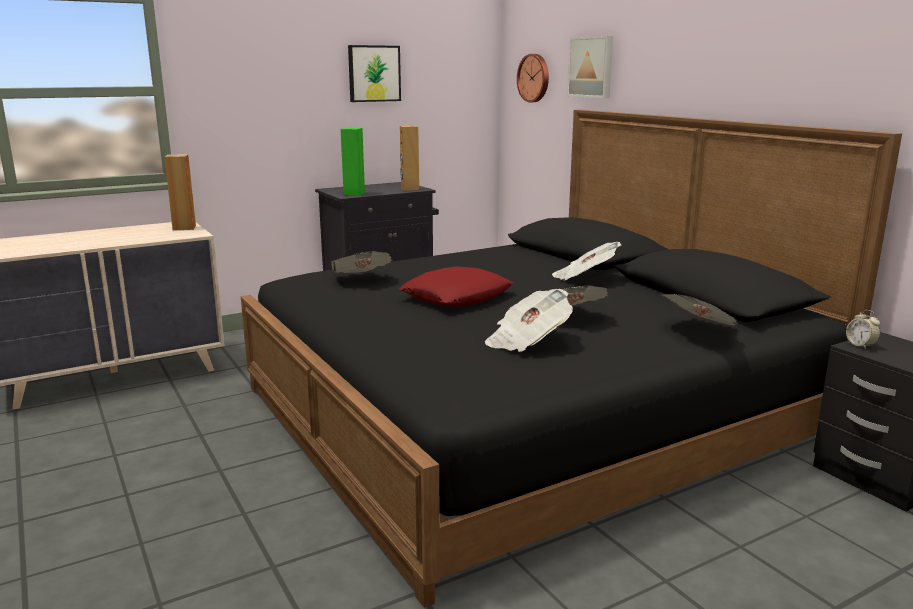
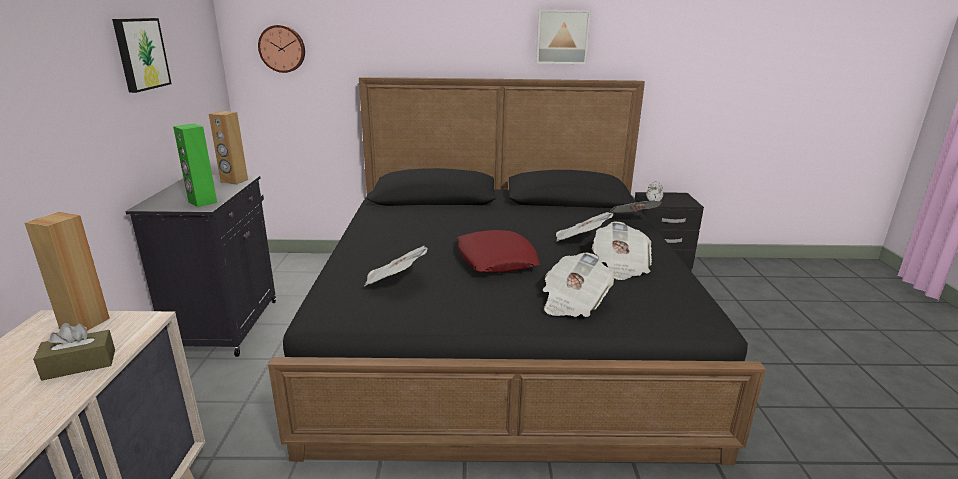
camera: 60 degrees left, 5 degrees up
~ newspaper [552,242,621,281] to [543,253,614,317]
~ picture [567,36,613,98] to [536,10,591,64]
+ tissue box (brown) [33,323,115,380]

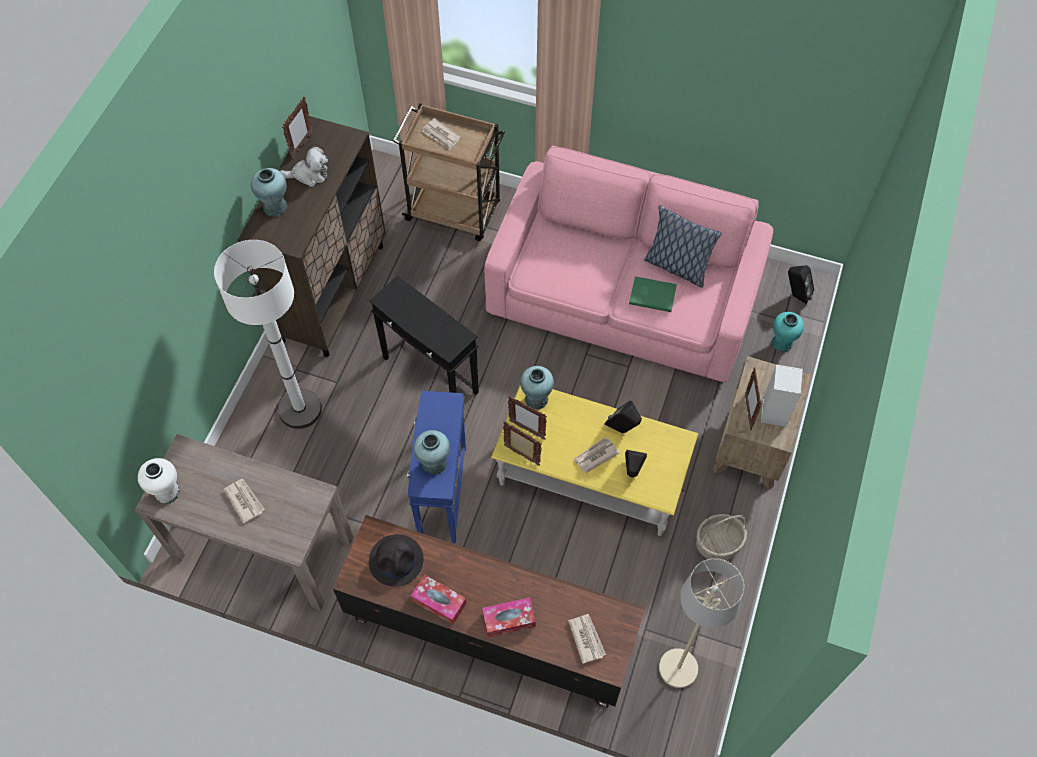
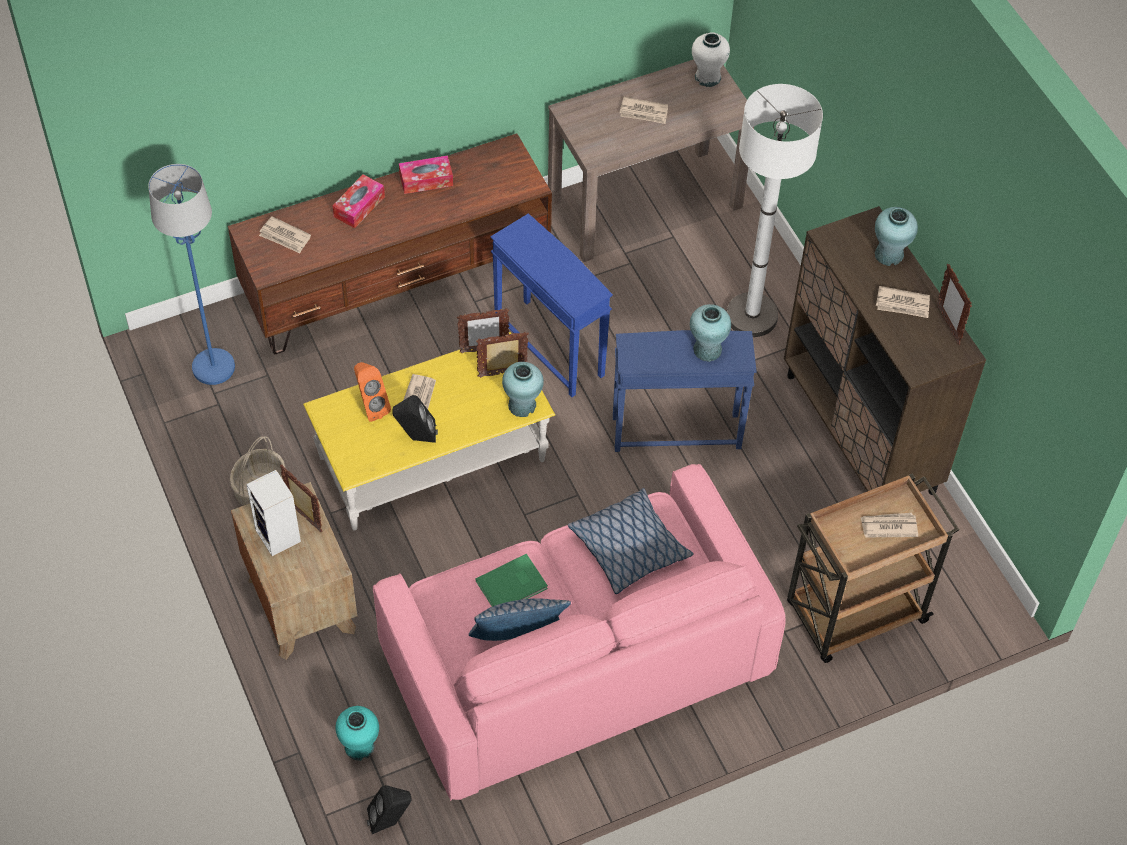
camera: 135 degrees right, 5 degrees down
~ plush toy [280,147,328,187] to newspaper [876,286,930,318]
~ side table (black) [369,276,479,395] to side table (blue) [613,330,757,452]
- hat (black) [369,534,424,587]
~ vase (turquoise) [413,430,450,474] to [690,304,731,362]
~ speaker (black) [625,450,647,477] to speaker (orange) [354,362,391,422]
~ floor lamp (beige) [659,558,744,688] to floor lamp (blue) [148,164,235,385]
+ pillow [568,488,694,594]

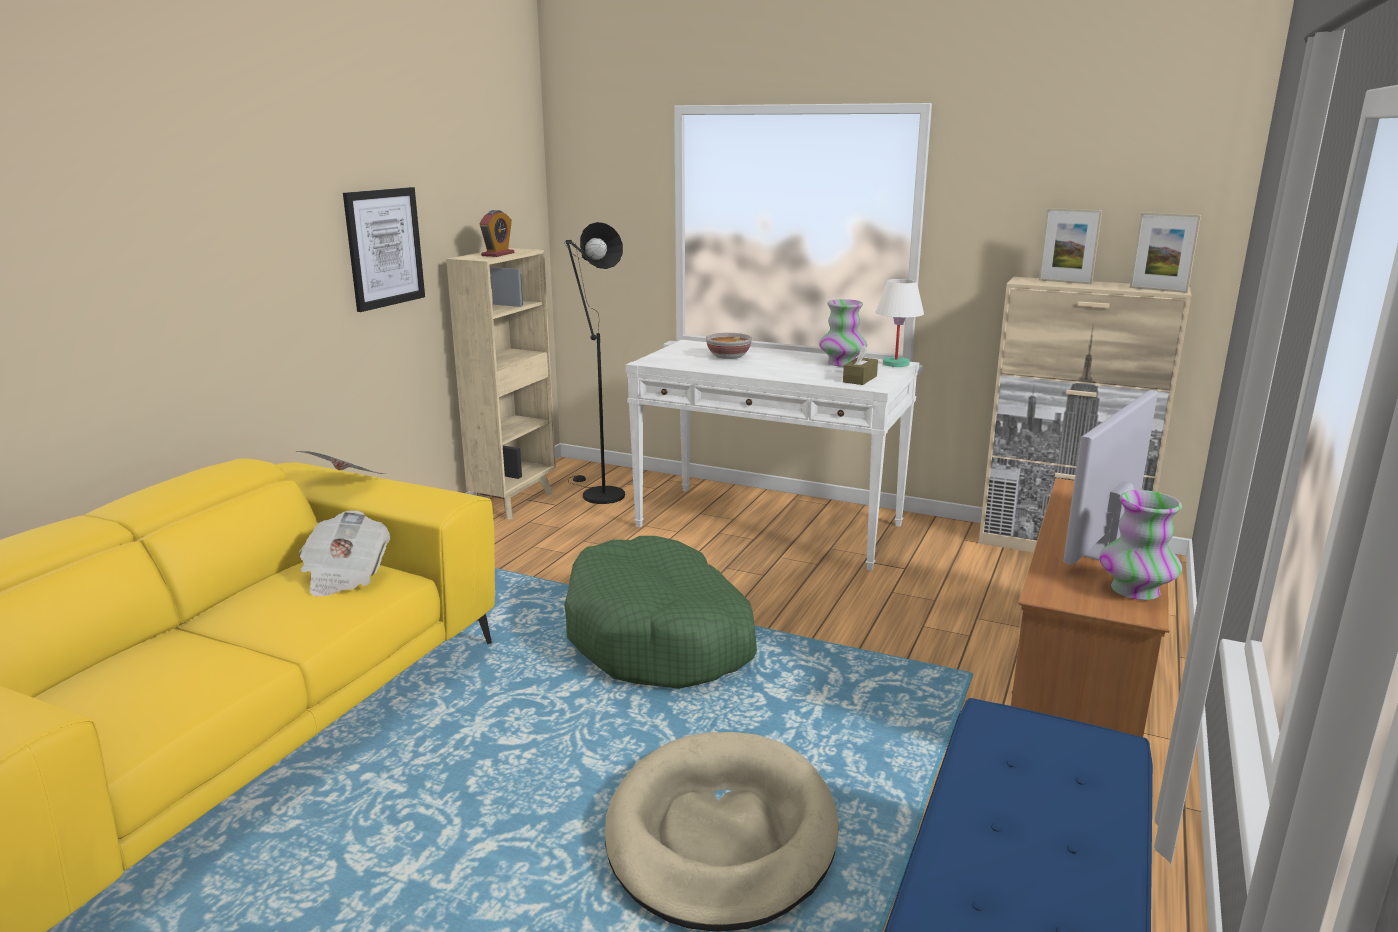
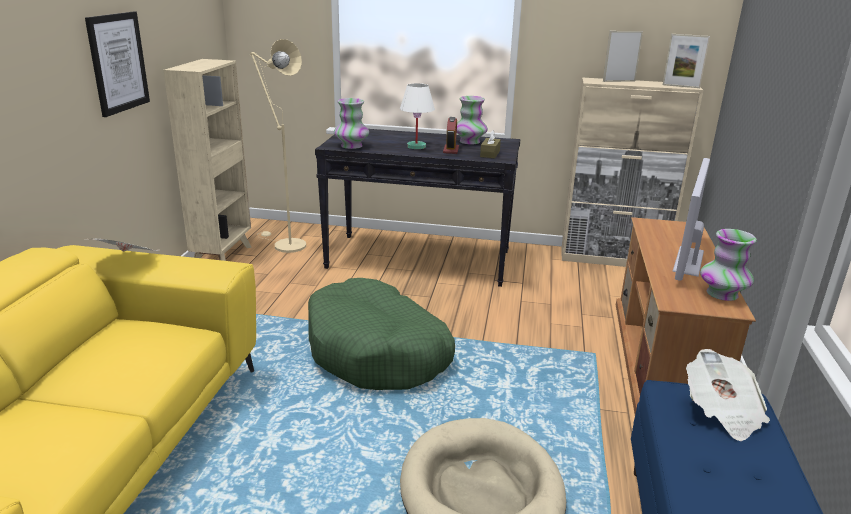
camera: 15 degrees left, 5 degrees up
~ newspaper [299,510,390,597] to [686,349,770,441]
~ alarm clock [480,210,514,257] to [443,117,459,154]
~ floor lamp (black) [564,222,625,504] to floor lamp (beige) [250,39,306,253]
~ console table (white) [626,340,919,571] to console table (black) [315,129,520,287]
- bowl [706,333,752,359]
~ table lamp (white) [876,279,924,367] to [400,83,435,149]
~ picture frame [1039,208,1102,284] = [603,31,643,82] 150 degrees clockwise
+ vase [334,98,369,149]

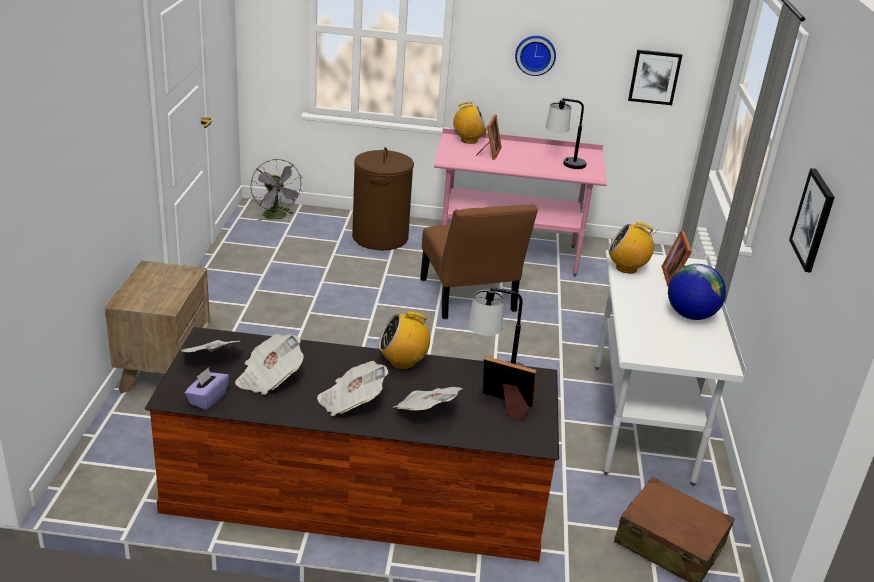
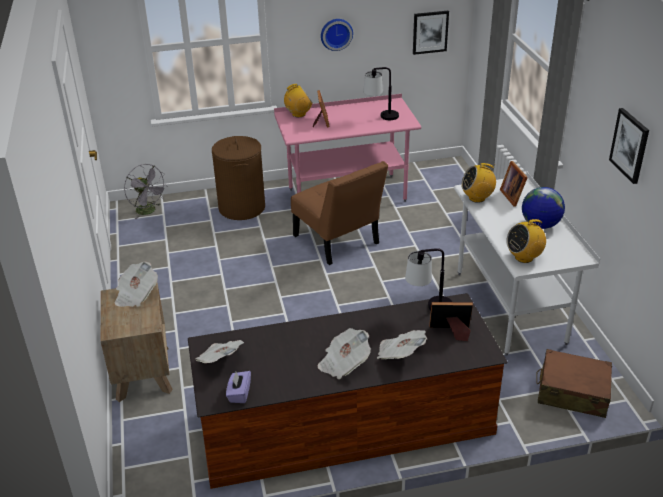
camera: 15 degrees left, 5 degrees up
~ newspaper [235,334,304,395] to [115,262,158,307]
~ radio [379,311,432,370] to [506,219,546,263]

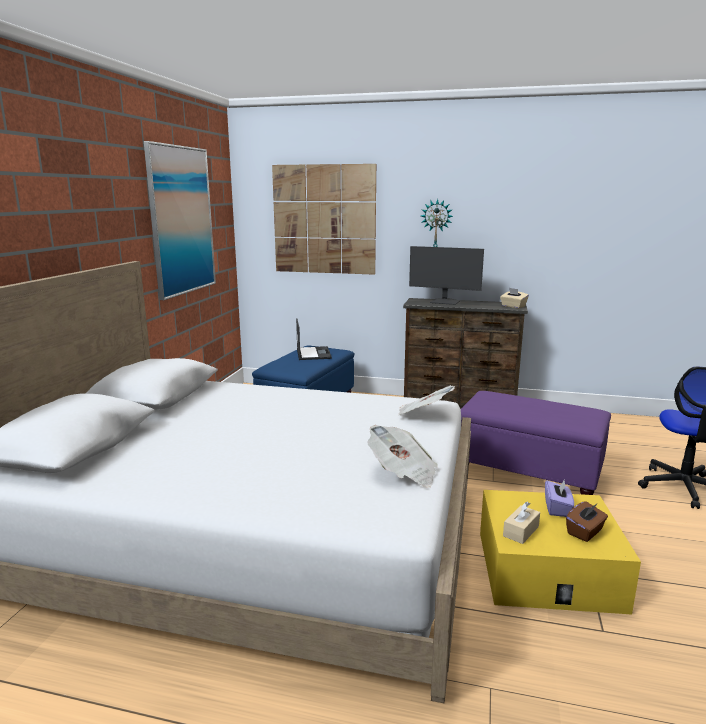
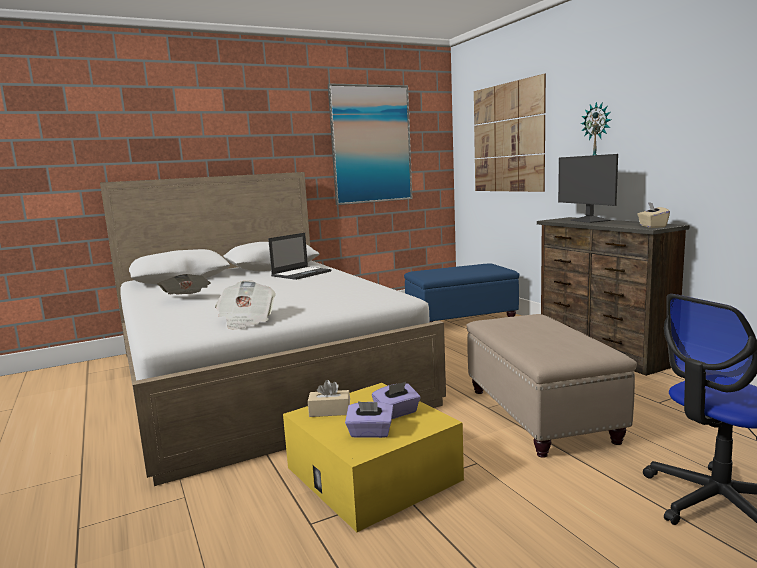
camera: 50 degrees right, 5 degrees down
~ laptop [296,318,332,360] to [268,233,331,280]
~ newspaper [399,385,455,415] to [157,274,211,295]
~ ottoman (purple) [461,391,611,495] to ottoman (beige) [466,314,637,458]
~ tissue box (brown) [566,501,608,542] to tissue box (purple) [345,401,393,438]

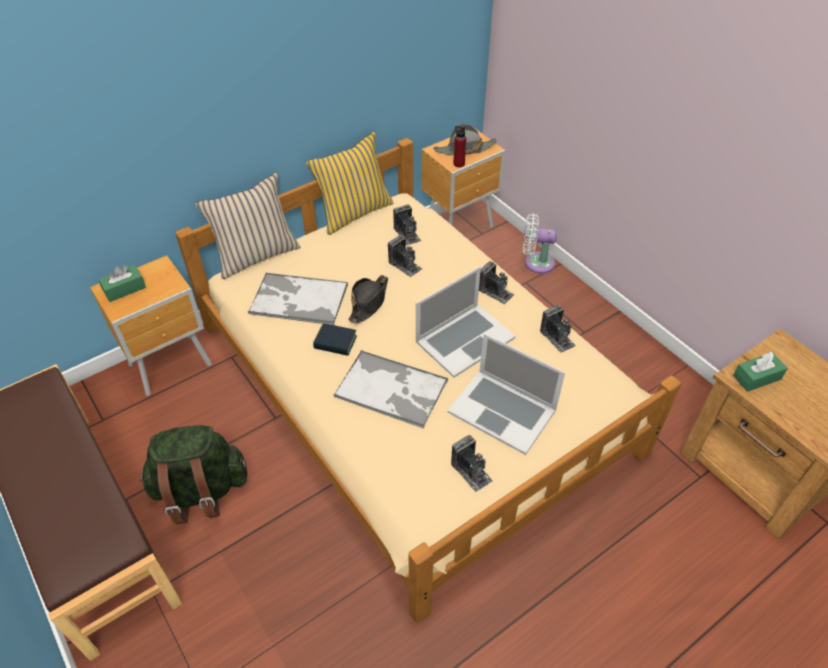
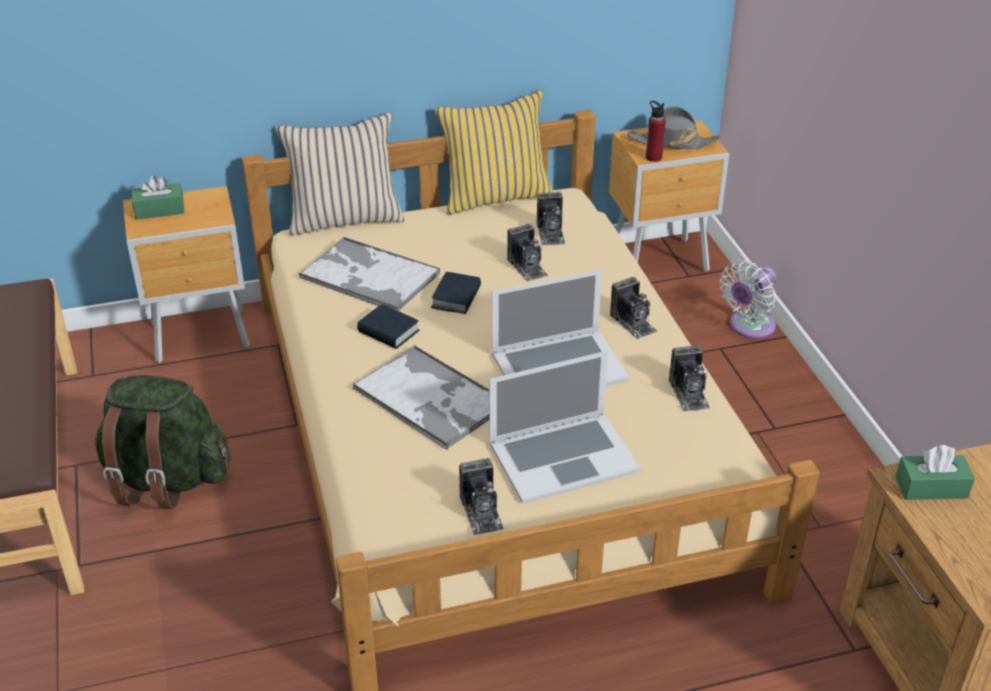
camera: 20 degrees right, 10 degrees down
~ hat (black) [348,275,388,324] to book [431,272,481,314]
~ laptop [448,333,565,455] = [489,351,641,504] 75 degrees counterclockwise
~ fan (white) [523,214,557,274] = [720,261,776,339] 75 degrees counterclockwise

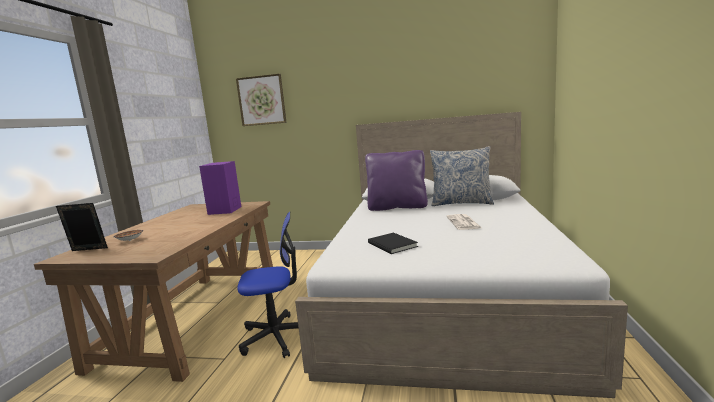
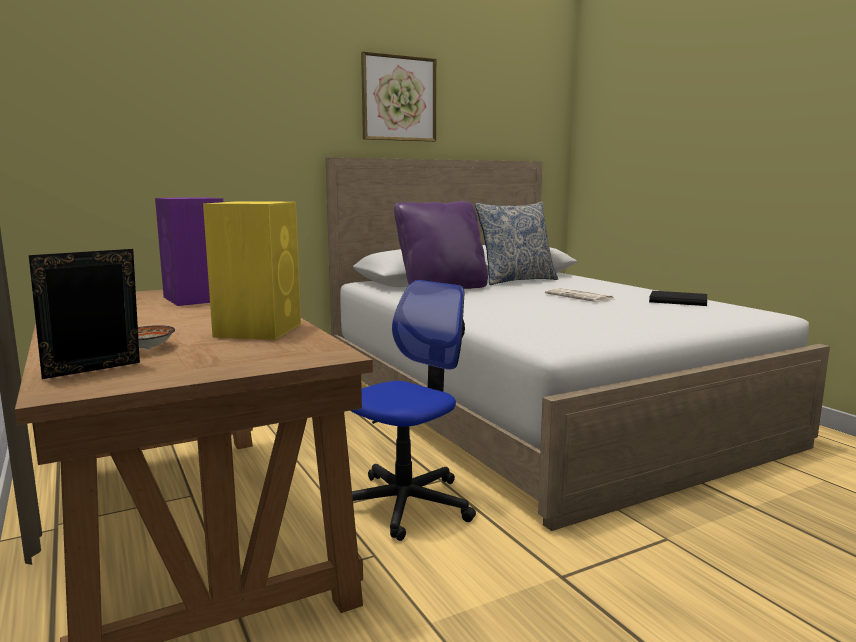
camera: 40 degrees left, 0 degrees up
~ picture [236,74,287,126] to [361,51,436,142]
~ book (black) [368,233,418,254] to [649,291,707,306]
+ speaker (yellow) [203,201,301,340]

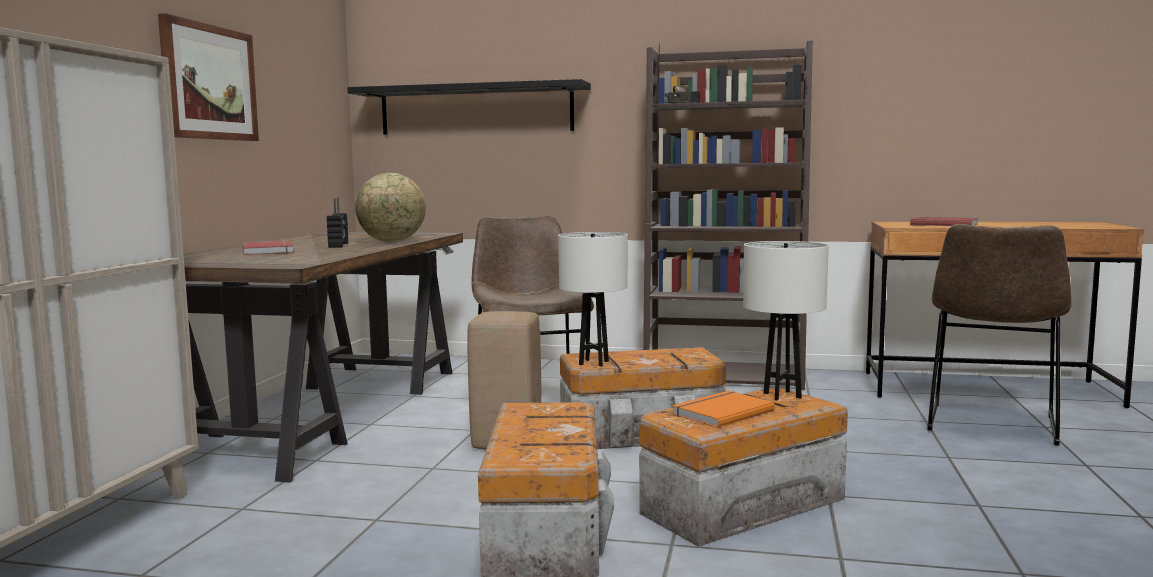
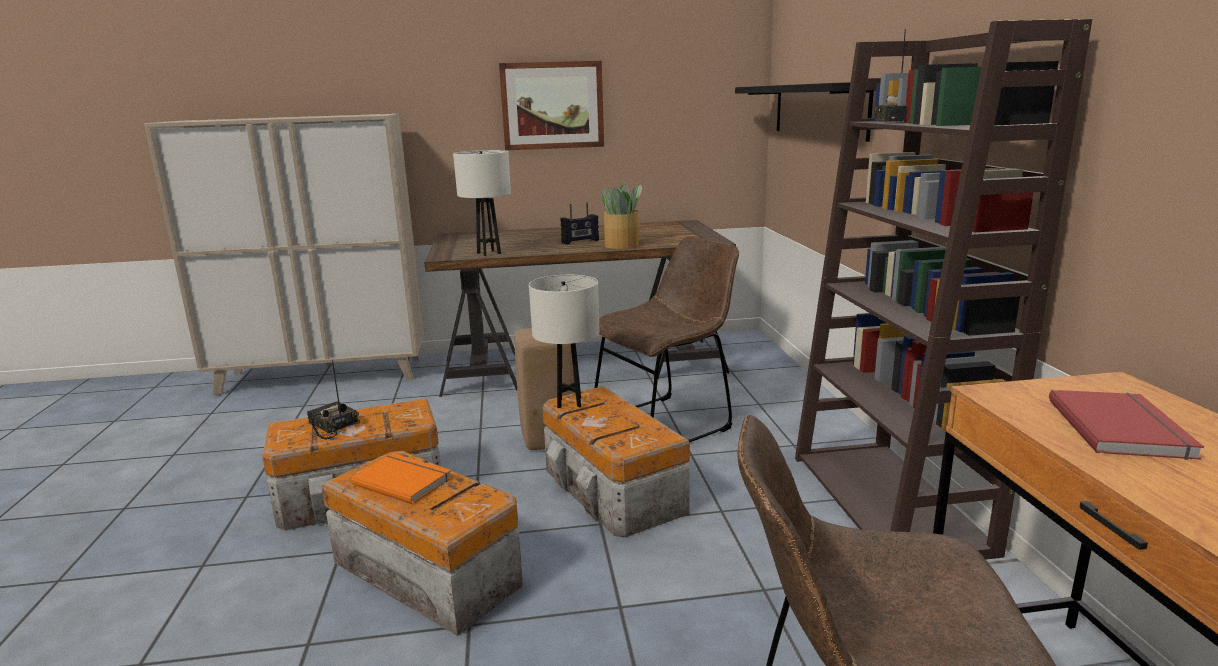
camera: 70 degrees right, 10 degrees up
- book (red) [243,240,294,255]
~ globe [355,173,426,242] to potted plant [601,184,642,249]
~ table lamp (white) [743,241,829,400] to [453,150,511,256]
+ radio [307,360,360,439]

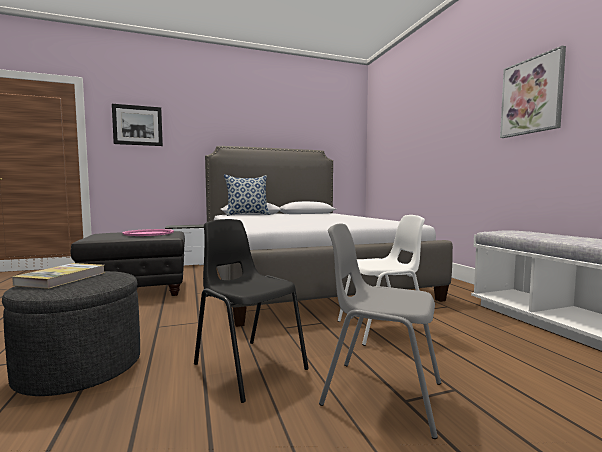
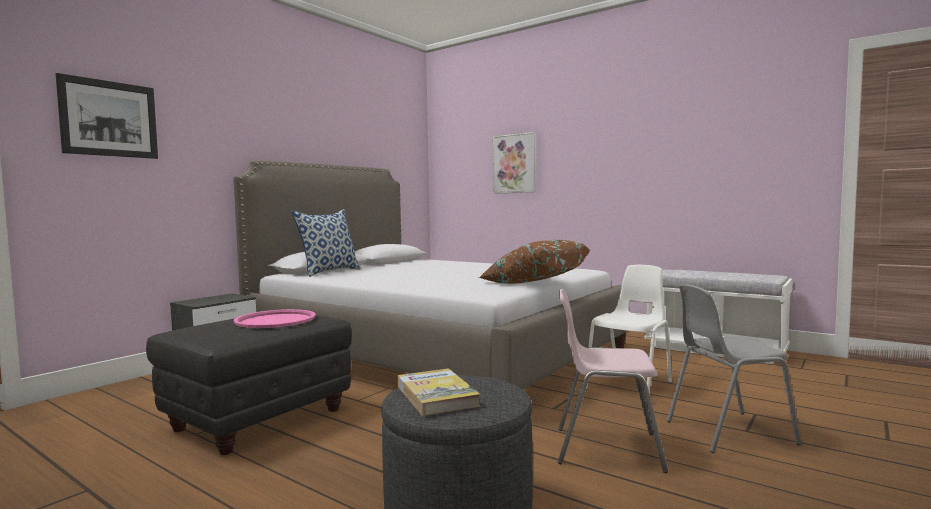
camera: 35 degrees left, 0 degrees up
~ chair (black) [194,219,309,403] to chair (pink) [558,289,668,473]
~ picture [500,46,566,138] to [493,132,536,194]
+ pillow (brown) [479,240,590,284]

